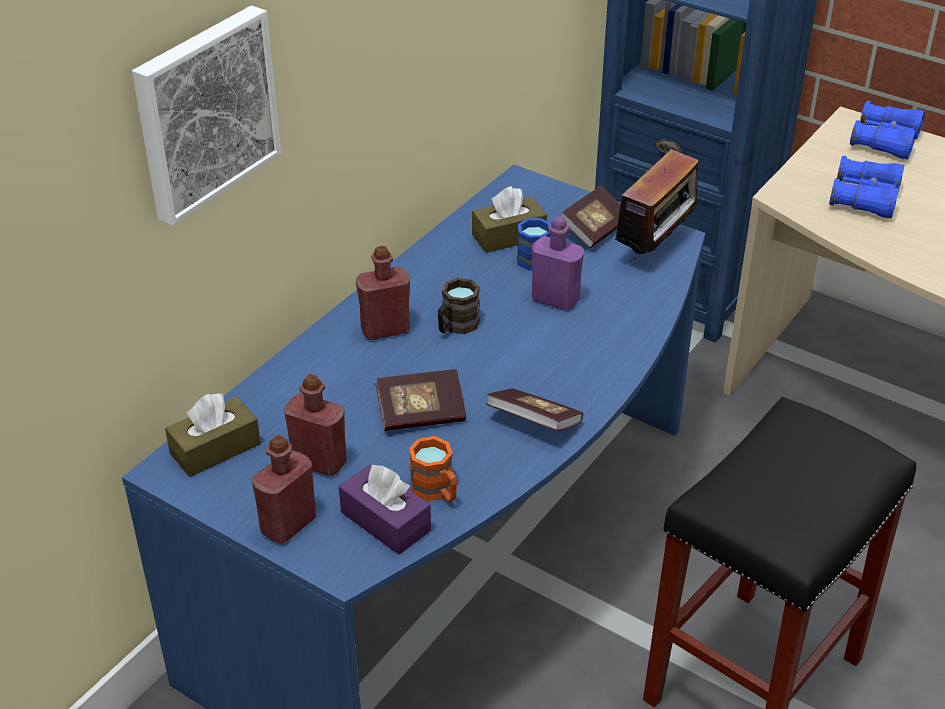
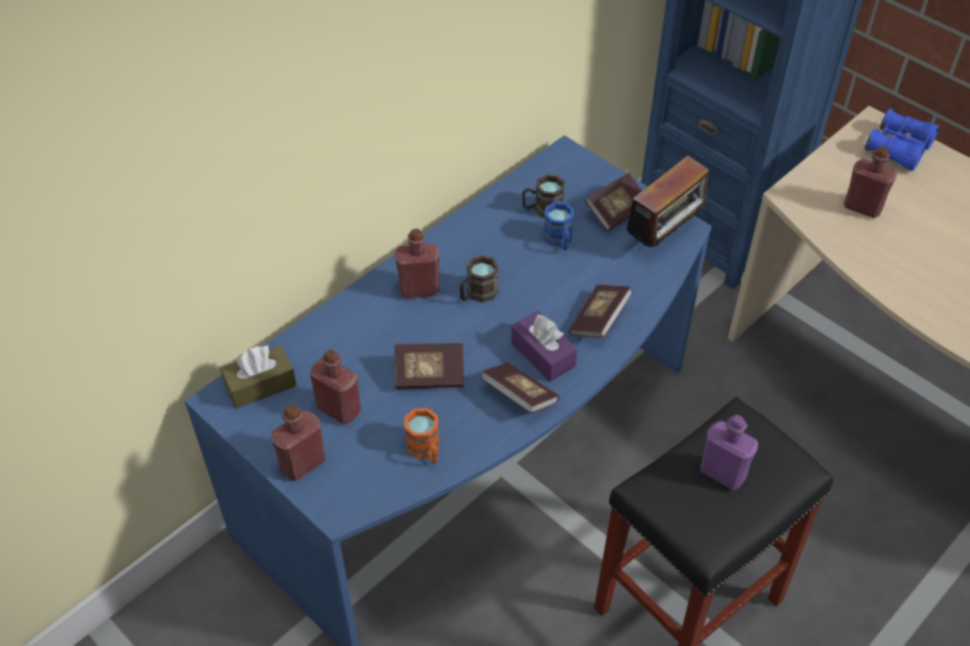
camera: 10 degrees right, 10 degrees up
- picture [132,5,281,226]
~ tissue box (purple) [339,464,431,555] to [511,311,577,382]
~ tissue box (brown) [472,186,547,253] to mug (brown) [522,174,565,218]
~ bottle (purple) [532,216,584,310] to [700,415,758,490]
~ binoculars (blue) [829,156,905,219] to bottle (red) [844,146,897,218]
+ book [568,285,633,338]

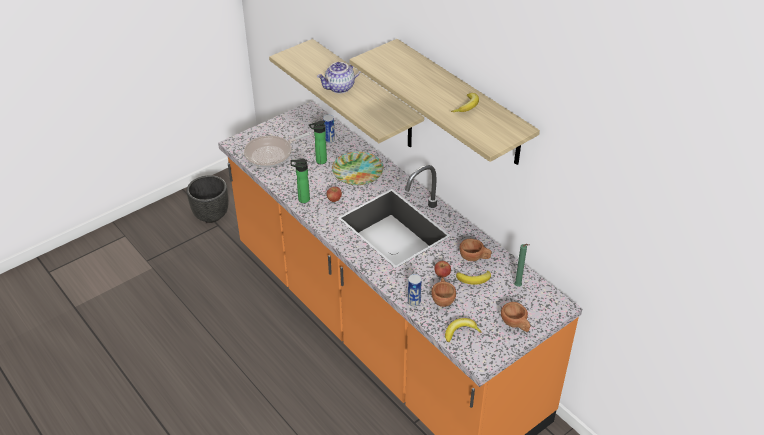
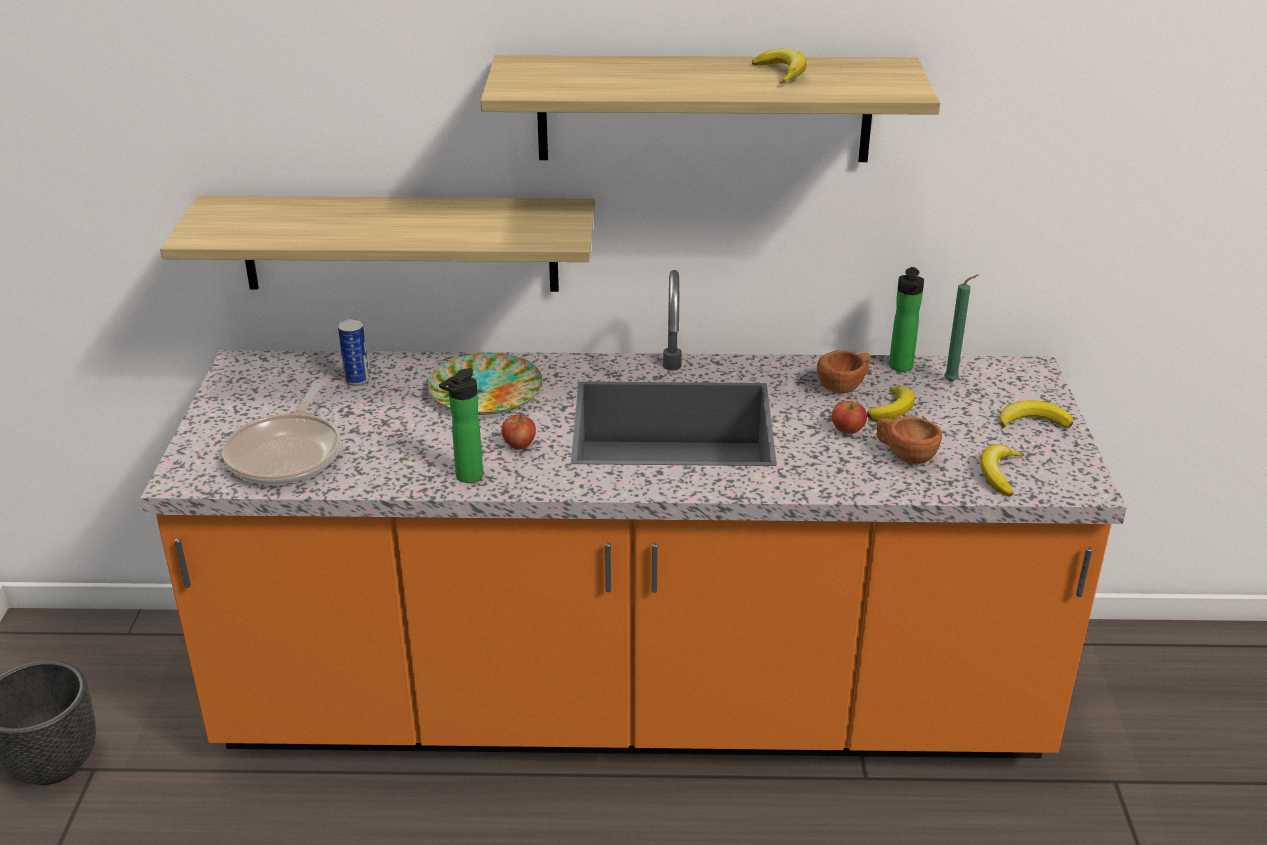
camera: 50 degrees left, 10 degrees down
~ bottle [309,120,327,164] to [889,267,924,372]
- teapot [317,62,360,93]
- can [408,274,422,306]
~ cup (brown) [501,302,530,332] to banana [1000,400,1073,428]

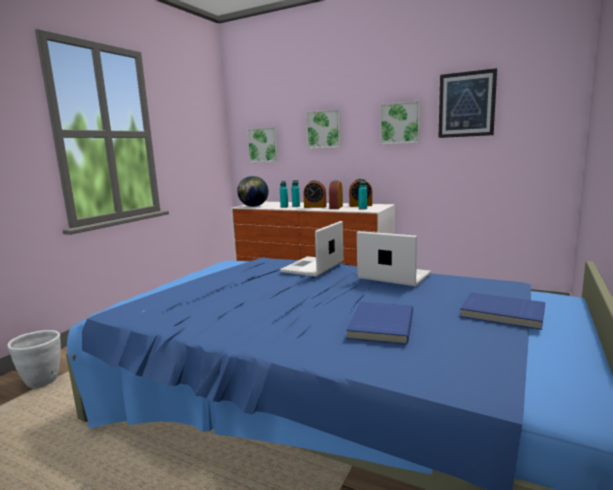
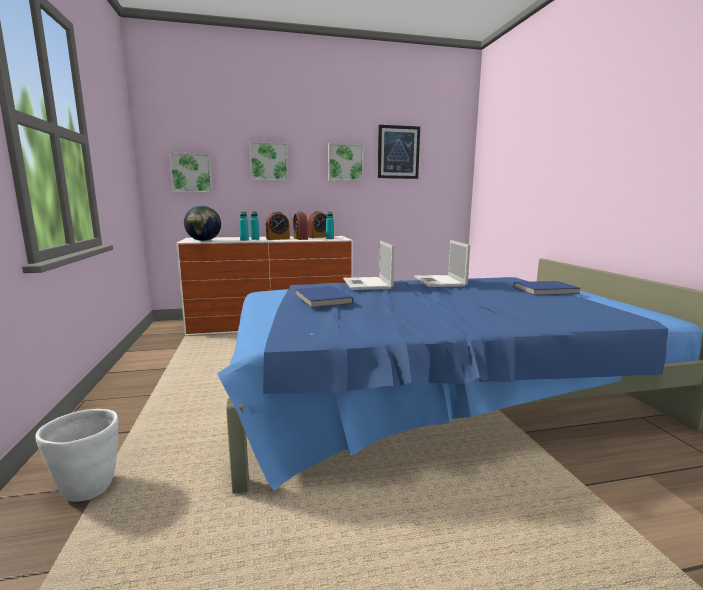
camera: 40 degrees left, 0 degrees up
~ book (blue) [346,302,413,345] to [296,286,353,308]
~ laptop [357,231,431,286] = [414,240,470,287] 90 degrees counterclockwise

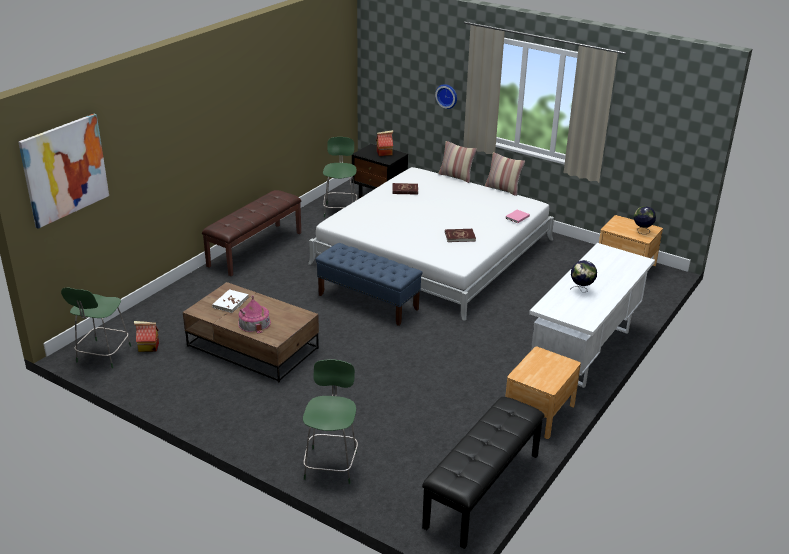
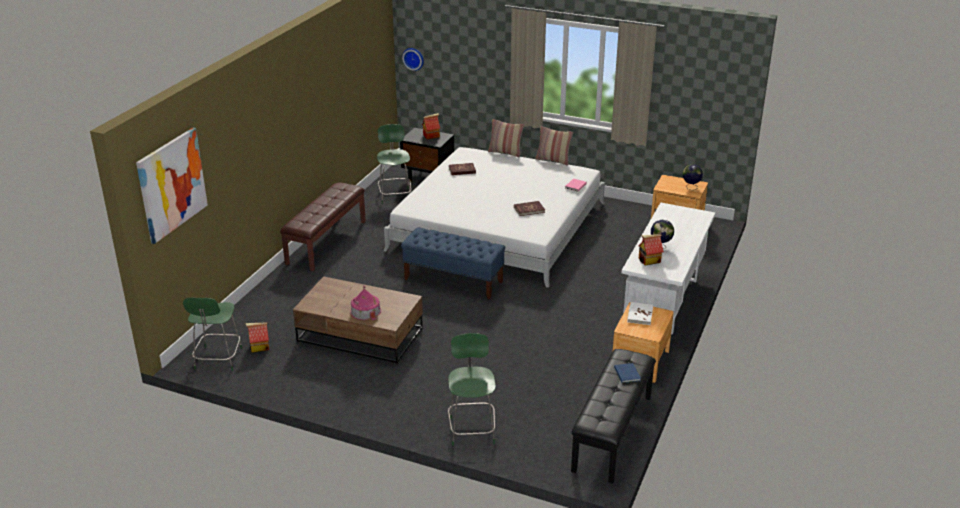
camera: 10 degrees left, 0 degrees up
~ book (white) [212,289,249,313] to [627,302,653,325]
~ wall clock [435,84,457,109] to [402,48,424,71]
+ book (blue) [614,363,641,383]
+ toy house [638,234,664,266]

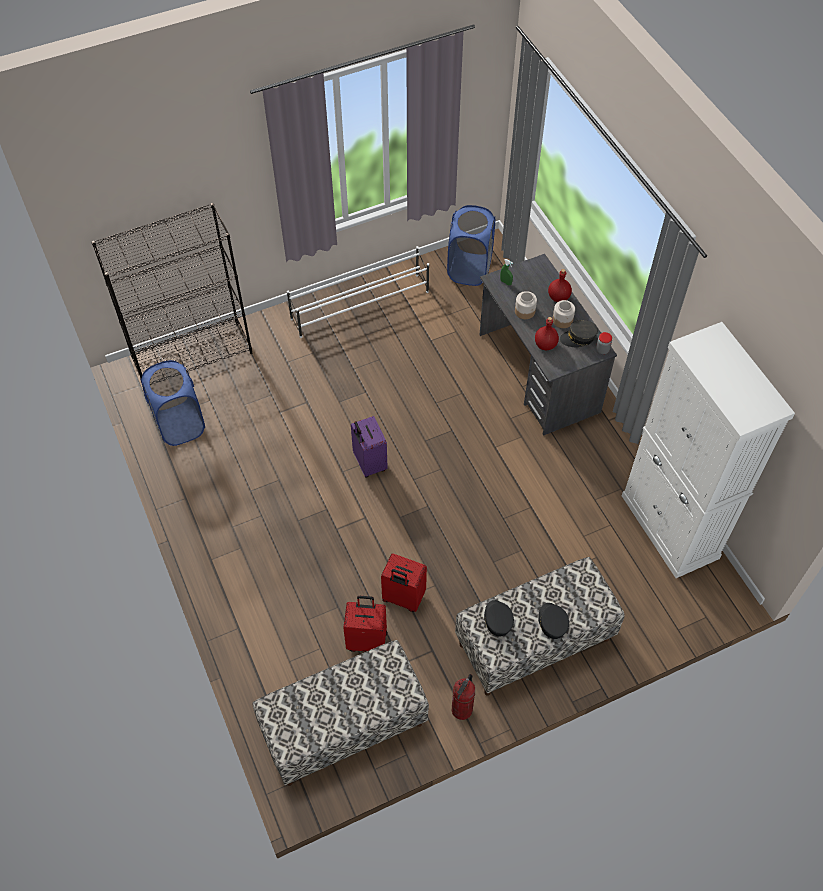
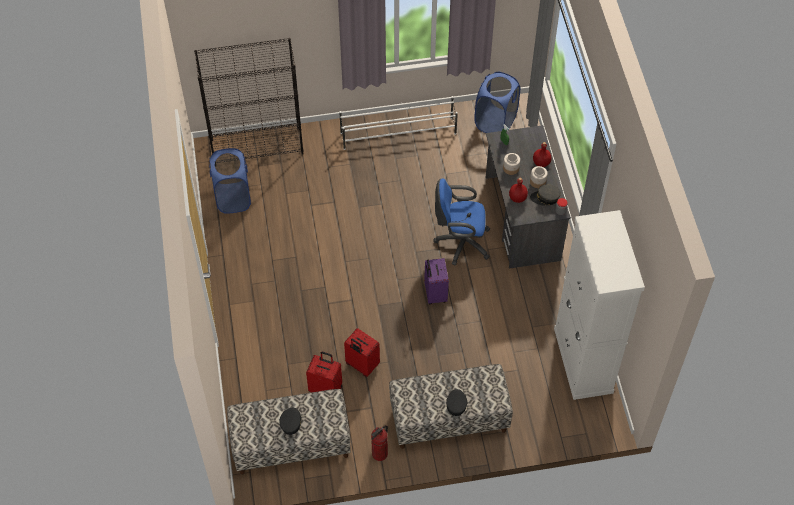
camera: 15 degrees right, 0 degrees up
~ suitcase (purple) [351,416,388,477] to [424,258,449,304]
~ cap (black) [484,600,514,636] to [279,408,301,435]
+ office chair (blue) [434,179,490,266]

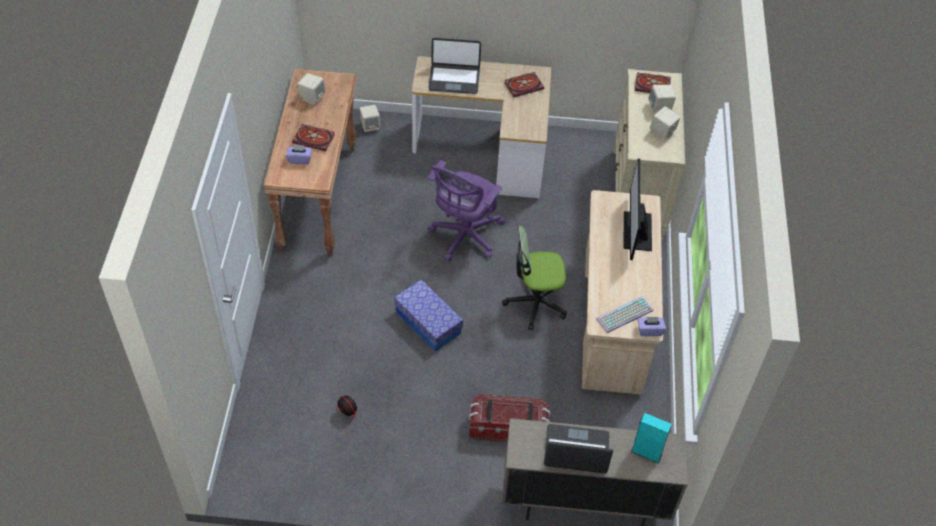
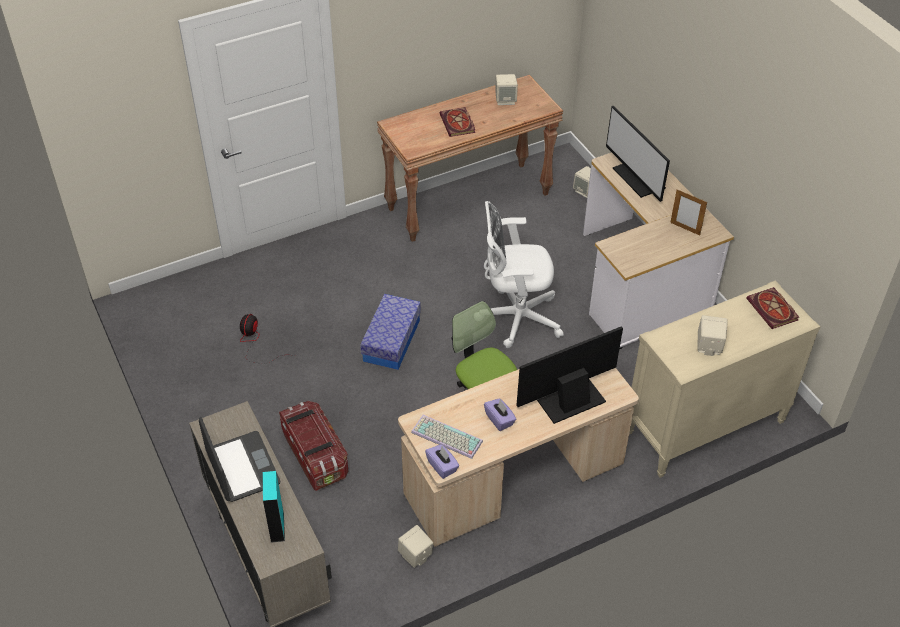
camera: 60 degrees right, 5 degrees down
~ tissue box (purple) [286,144,312,164] to [484,398,516,431]
~ laptop [428,38,481,94] to monitor [606,106,670,202]
~ office chair (purple) [428,160,505,261] to office chair (white) [484,201,564,348]
~ book [504,72,544,97] to picture frame [670,189,707,235]
~ speaker (beige) [648,85,676,114] to [398,525,433,568]

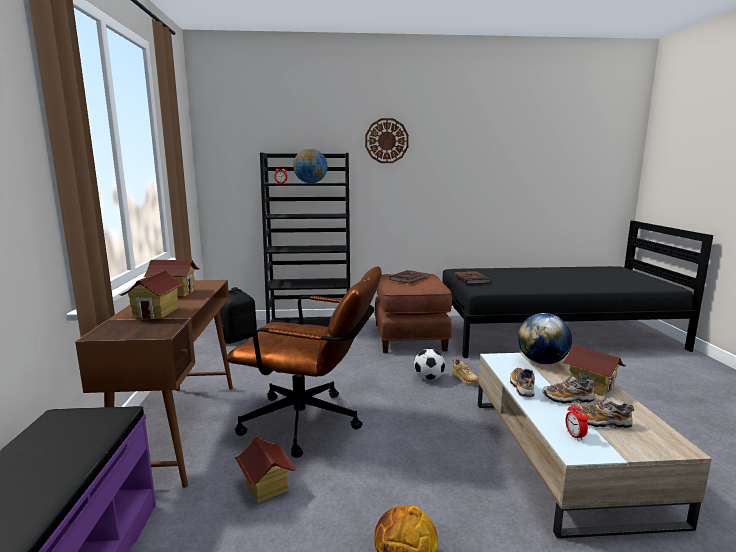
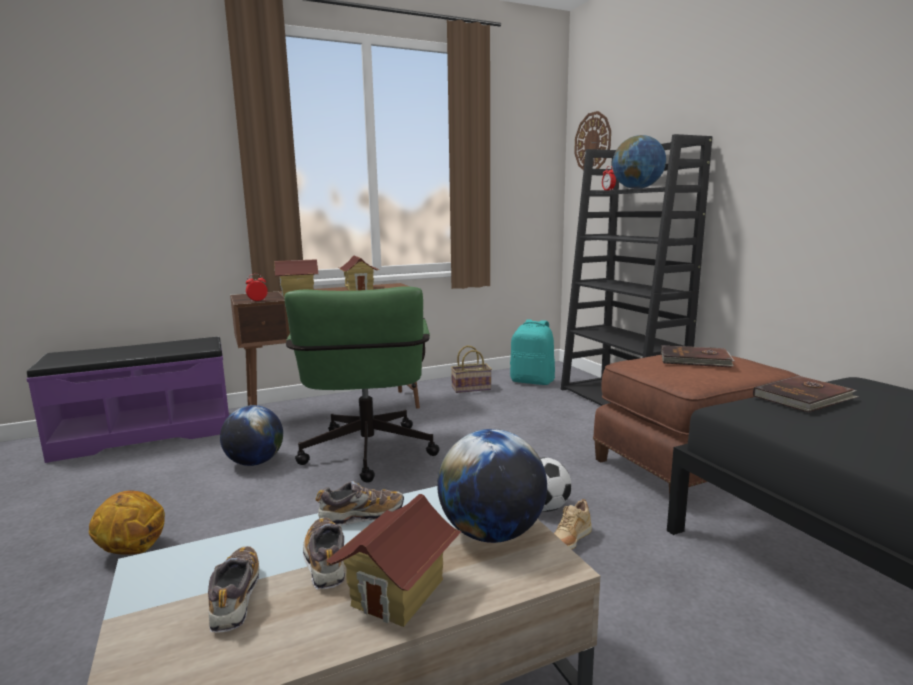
camera: 70 degrees right, 0 degrees up
~ backpack (black) [220,287,257,344] to backpack (turquoise) [510,319,555,385]
~ office chair (brown) [226,266,382,458] to office chair (green) [284,286,440,483]
~ toy house [235,437,296,503] to globe [220,405,283,466]
~ wall clock [365,118,409,163] to [574,111,611,171]
~ alarm clock [566,403,588,441] to [246,274,268,302]
+ basket [451,346,492,393]

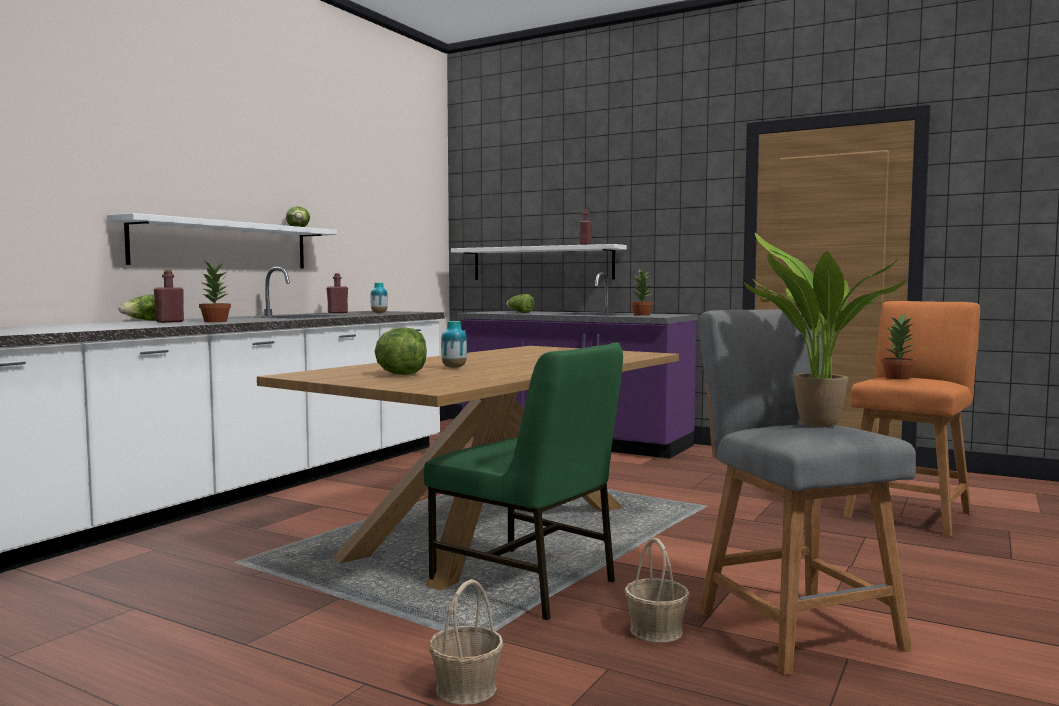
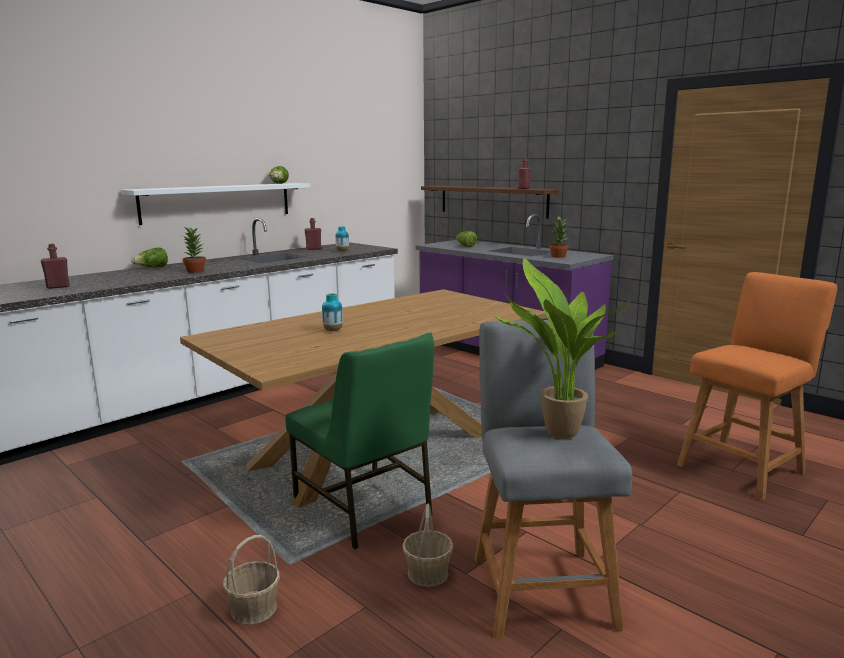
camera: 15 degrees right, 10 degrees up
~ bottle (red) [154,270,184,323] to [41,244,70,289]
- lettuce [375,327,427,375]
~ shelf (white) [451,244,627,280] to shelf (brown) [421,186,559,219]
- potted plant [882,314,917,379]

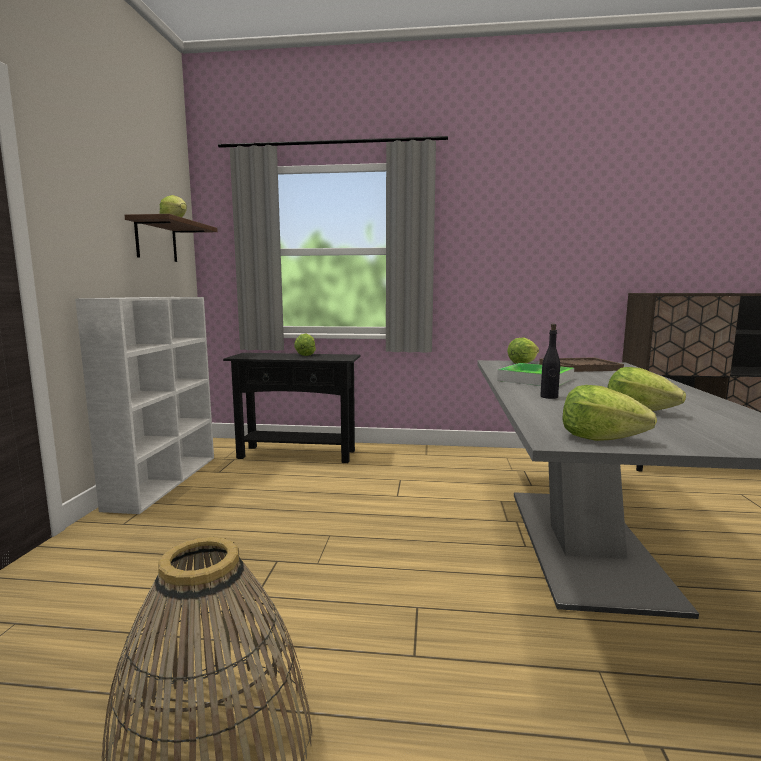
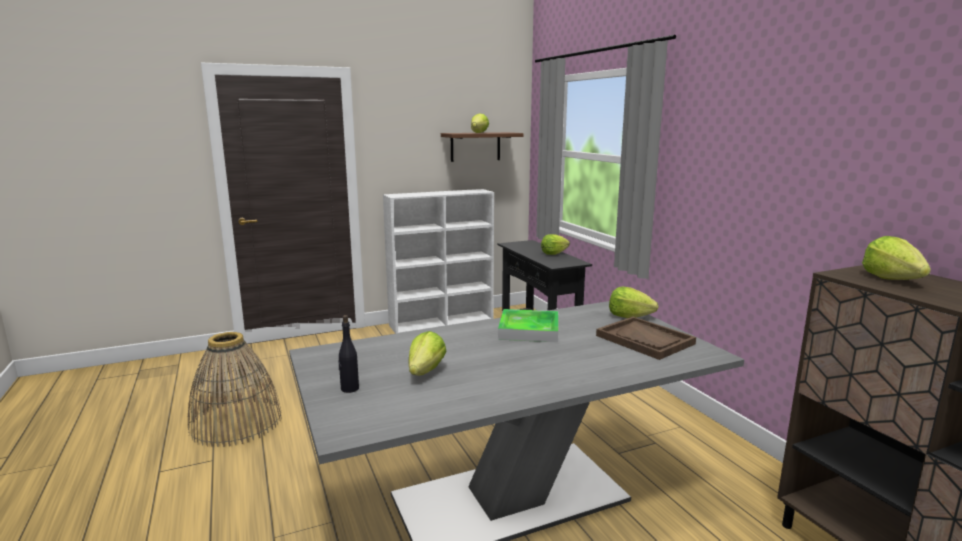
camera: 60 degrees right, 5 degrees up
~ bottle (black) [540,324,560,399] to [338,315,359,393]
~ lettuce [562,385,657,441] to [862,236,931,280]

